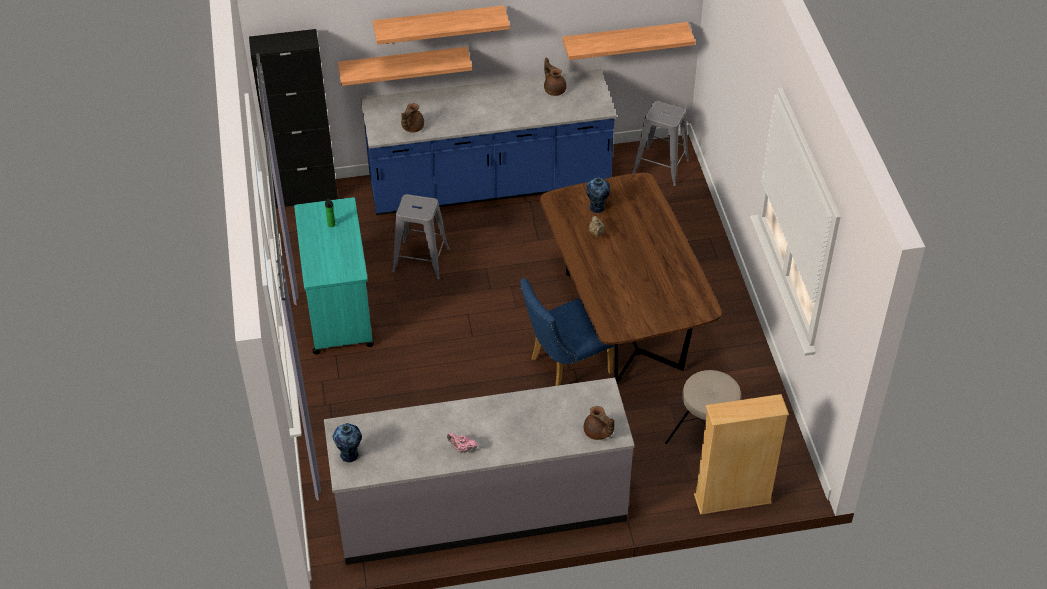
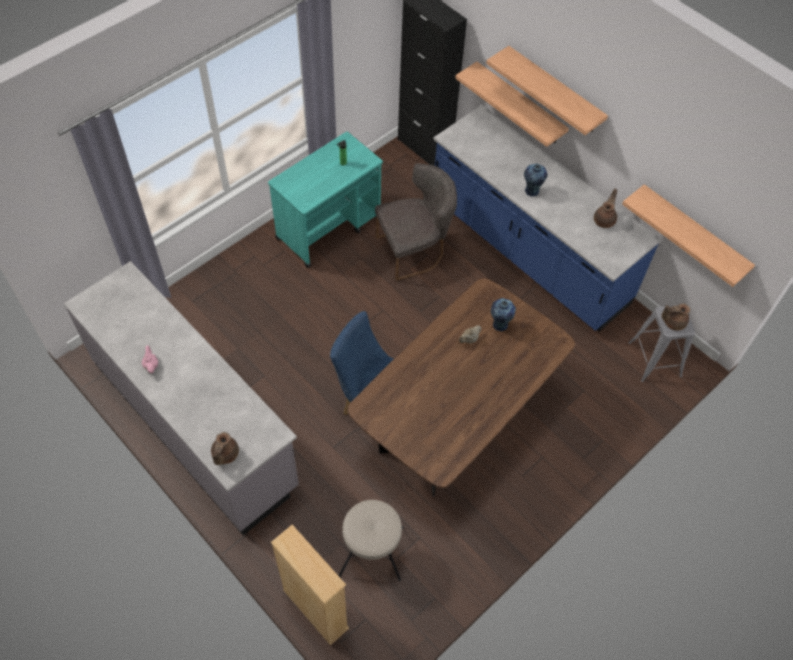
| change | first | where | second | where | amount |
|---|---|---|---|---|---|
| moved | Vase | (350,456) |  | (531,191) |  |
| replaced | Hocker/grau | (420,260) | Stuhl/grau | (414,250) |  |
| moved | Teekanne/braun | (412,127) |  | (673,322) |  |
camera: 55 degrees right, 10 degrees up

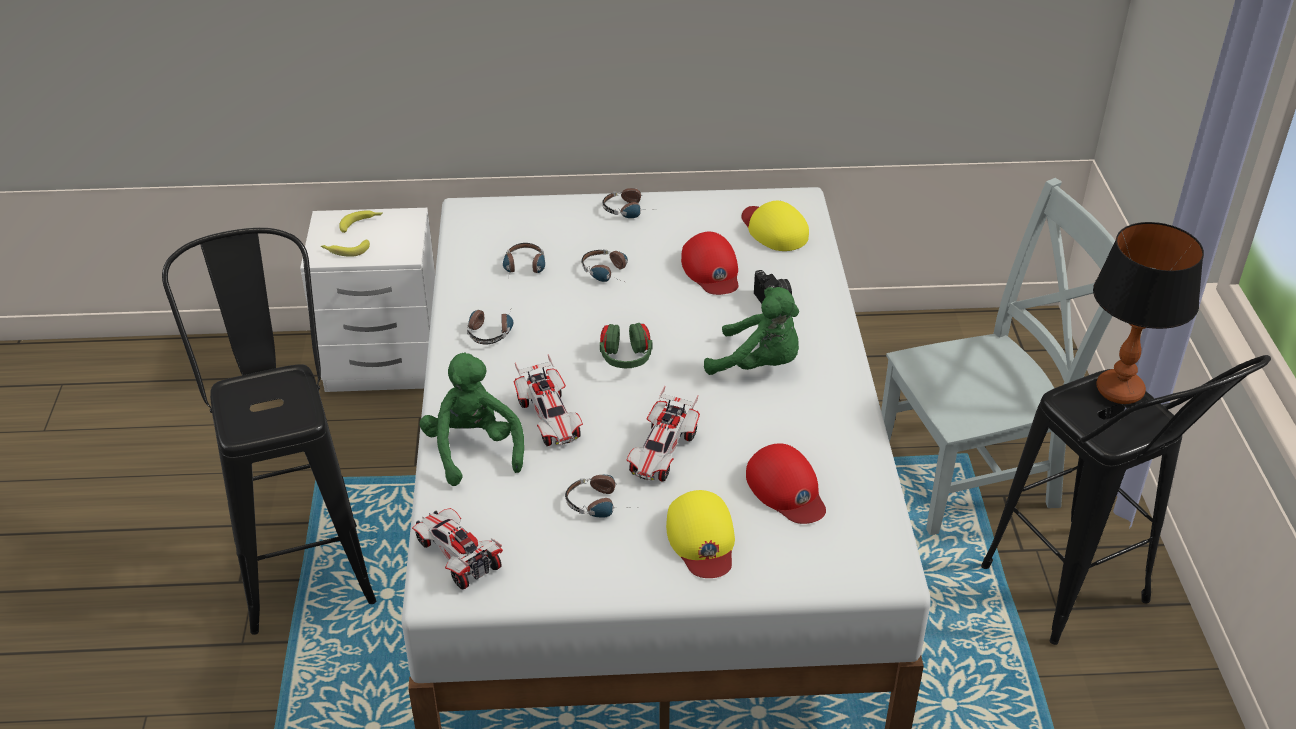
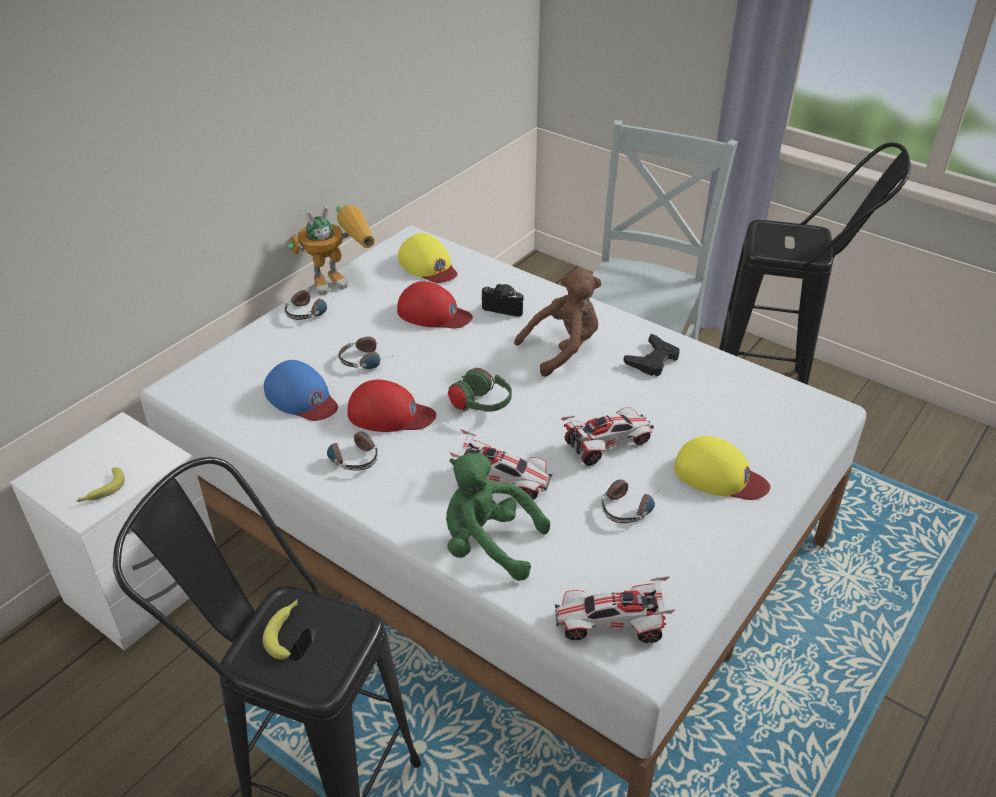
| change | first | where | second | where | amount |
|---|---|---|---|---|---|
| moved | Banane | (361,224) |  | (286,631) |  |
| replaced | Kopfhörer | (524,269) | Kappe/blau | (302,397) |  |
| turned | Spielzeugauto | (662,453) |  | (606,444) | 90 degrees counterclockwise |
| recoloured | Plüschtier/grün | (759,364) | Plüschtier/braun | (563,349) |  |
| turned | Kappe/gelb | (773,230) |  | (428,265) | 135 degrees counterclockwise |
| moved | Kappe/rot | (786,489) |  | (390,414) |  |
| removed | Tischlampe | (1120,390) |  |  |  |
| added |  |  | Spielzeugroboter | (340,279) |  |
| added |  |  | Gamepad/schwarz | (652,360) |  |
camera: 50 degrees left, 0 degrees up

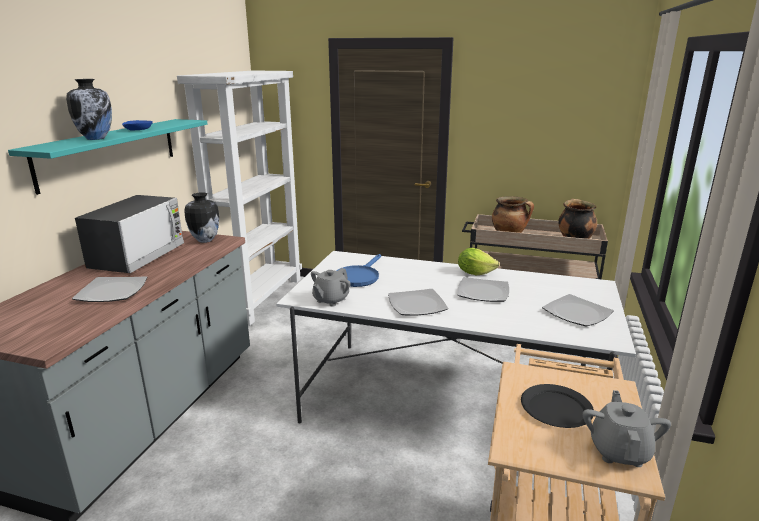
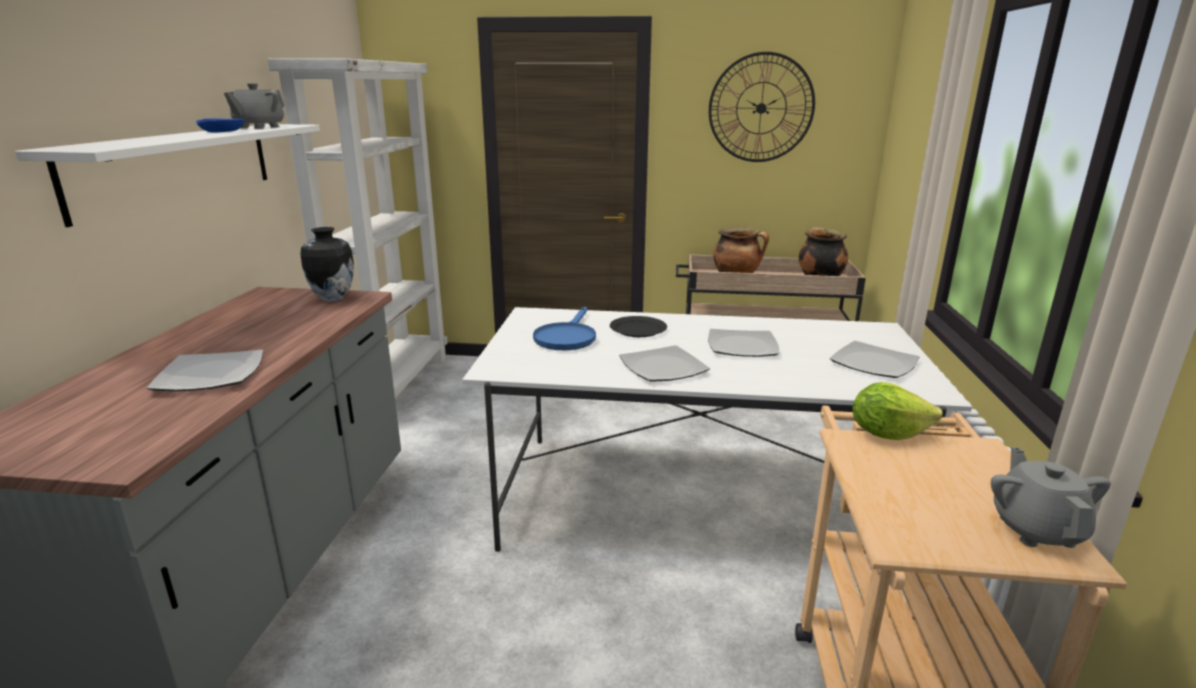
| change | first | where | second | where | amount |
|---|---|---|---|---|---|
| recoloured | Wandregal/türkis | (110,152) | Wandregal/weiß | (177,167) |  |
| removed | Vase | (96,138) |  |  |  |
| removed | Mikrowelle | (138,256) |  |  |  |
| moved | Teekanne/grau | (330,300) |  | (259,127) |  |
| moved | Salatkopf | (475,273) |  | (887,433) |  |
| moved | Teller/schwarz | (556,408) |  | (638,329) |  |
| added |  |  | Wanduhr | (761,108) |  |
camera: 10 degrees left, 0 degrees up

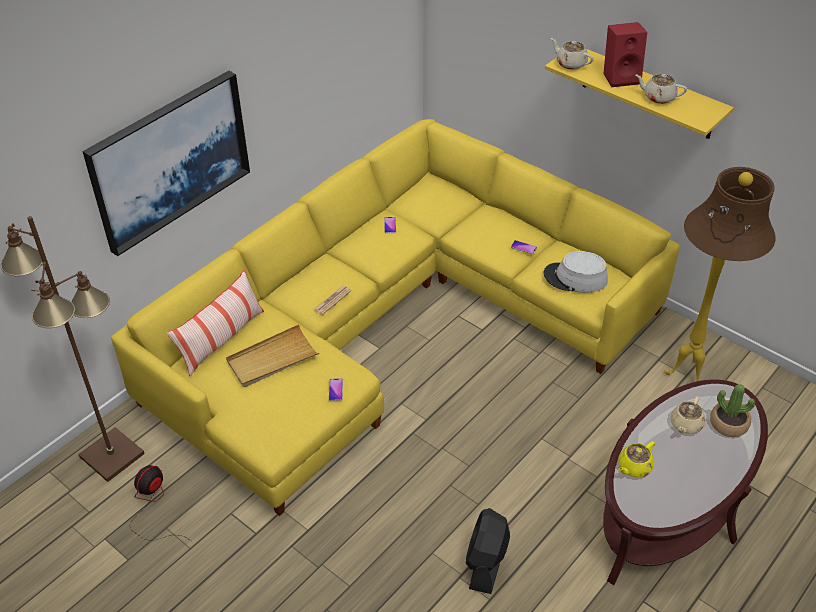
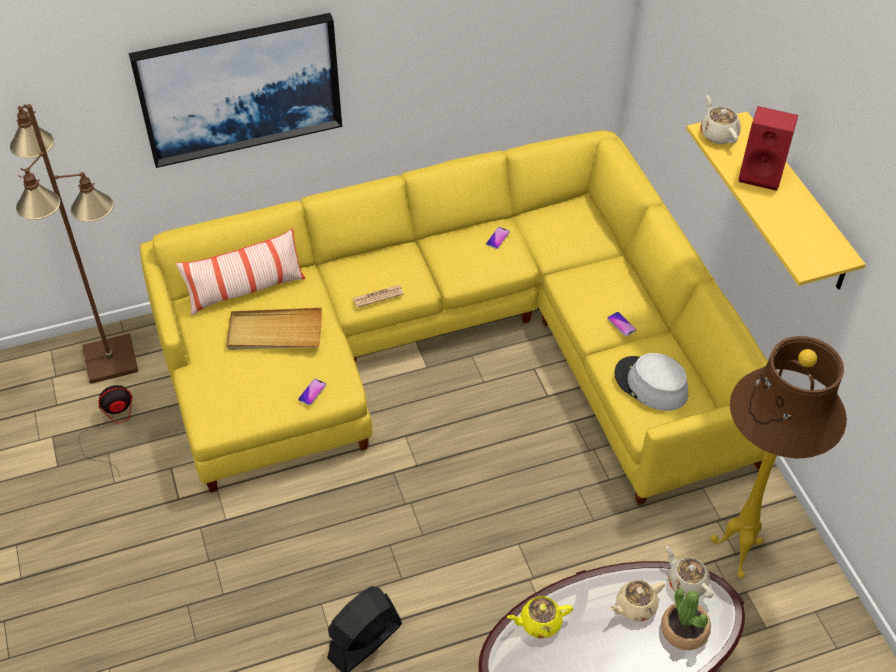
| change | first | where | second | where | amount |
|---|---|---|---|---|---|
| moved | Teekanne/beige | (658,97) |  | (686,582) |  |
camera: 30 degrees right, 5 degrees up

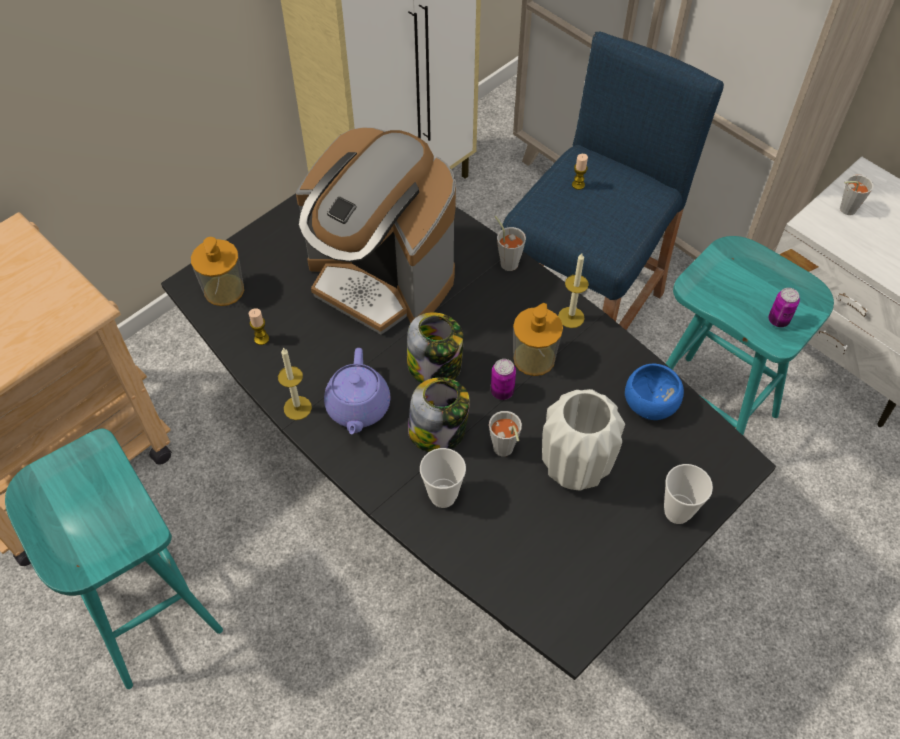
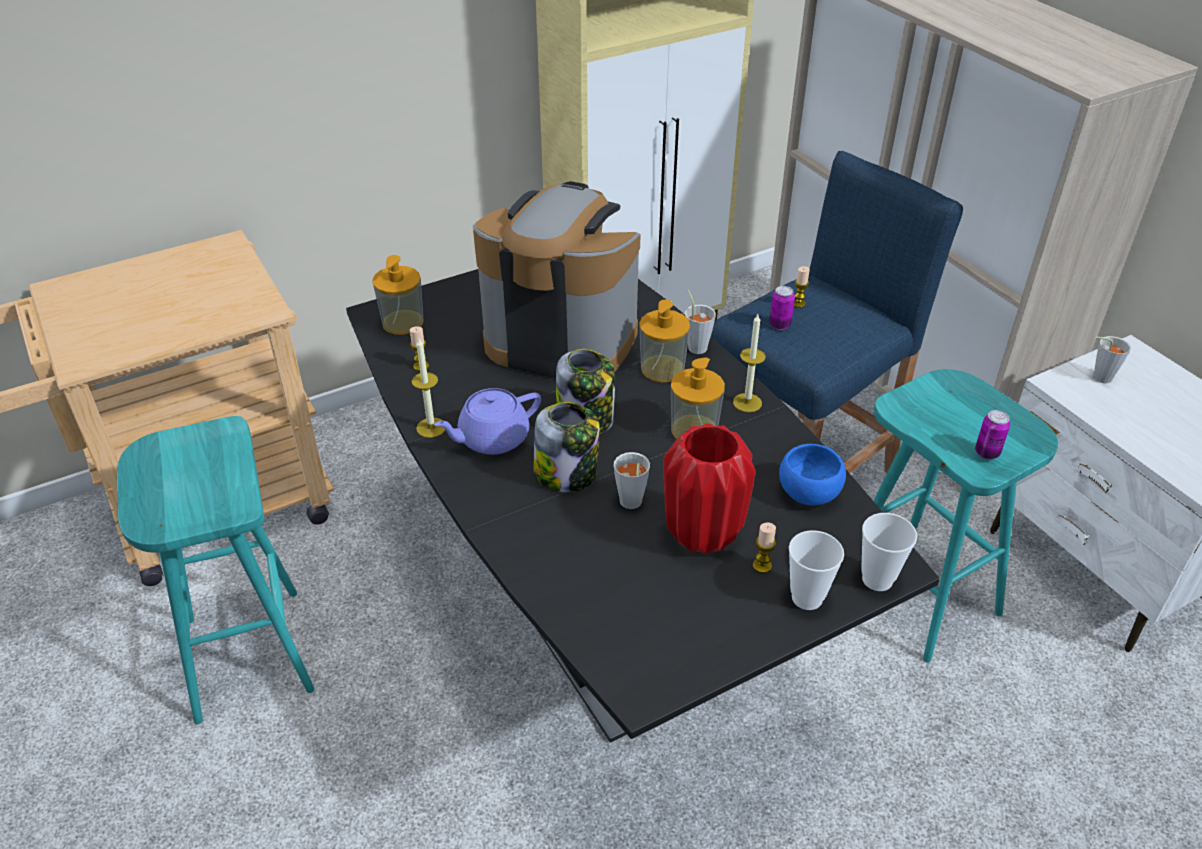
| change | first | where | second | where | amount |
|---|---|---|---|---|---|
| turned | Kaffeemaschine | (381,280) |  | (560,339) | 150 degrees clockwise |
| turned | Teekanne/lila | (358,408) |  | (492,439) | 45 degrees clockwise |
| moved | Tasse | (443,496) |  | (877,579) |  |
| moved | Dose | (502,391) |  | (779,325) |  |
| recoloured | Vase/weiß | (574,468) | Vase/rot | (701,534) |  |
| added |  |  | Seifenspender | (662,368) |  |
| added |  |  | Kerze | (762,566) |  |
camera: 15 degrees right, 15 degrees down

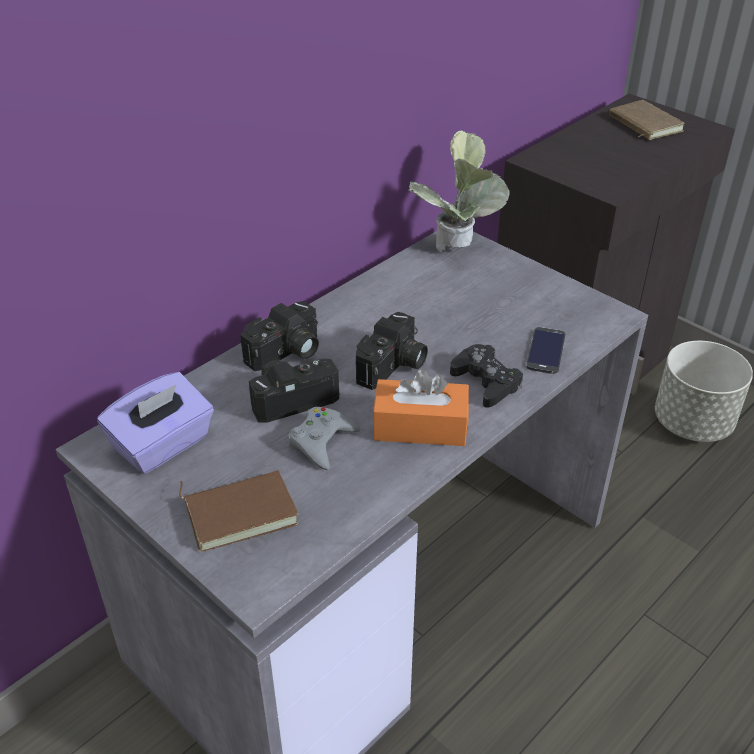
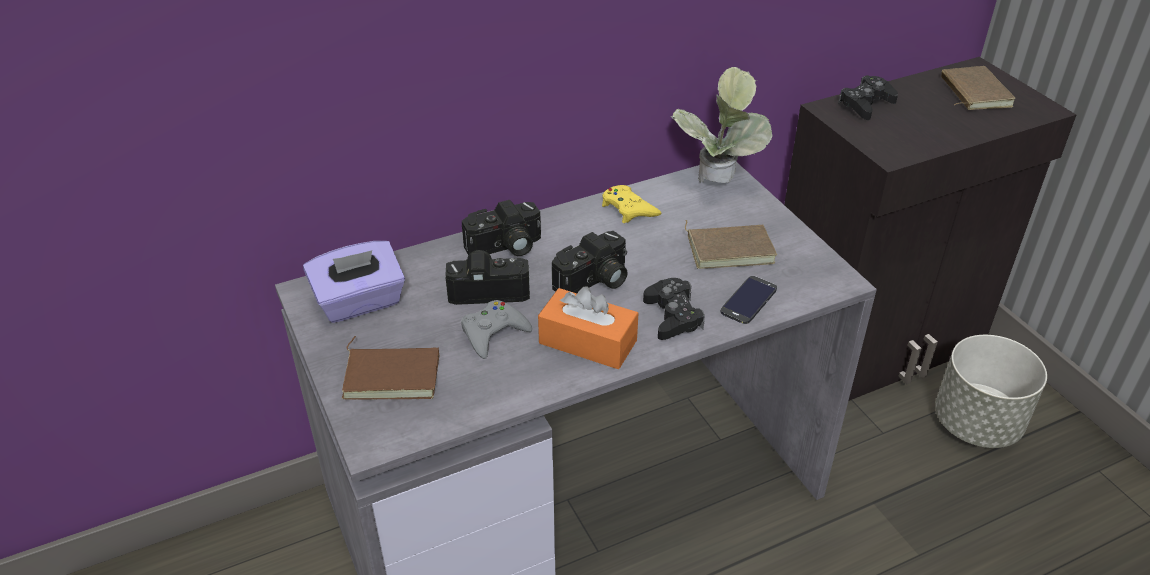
| change | first | where | second | where | amount |
|---|---|---|---|---|---|
| added |  |  | Gamepad/gelb | (628,209) |  |
| added |  |  | Buch/braun | (730,248) |  |
| added |  |  | Gamepad/schwarz | (866,104) |  |
camera: 20 degrees right, 0 degrees up

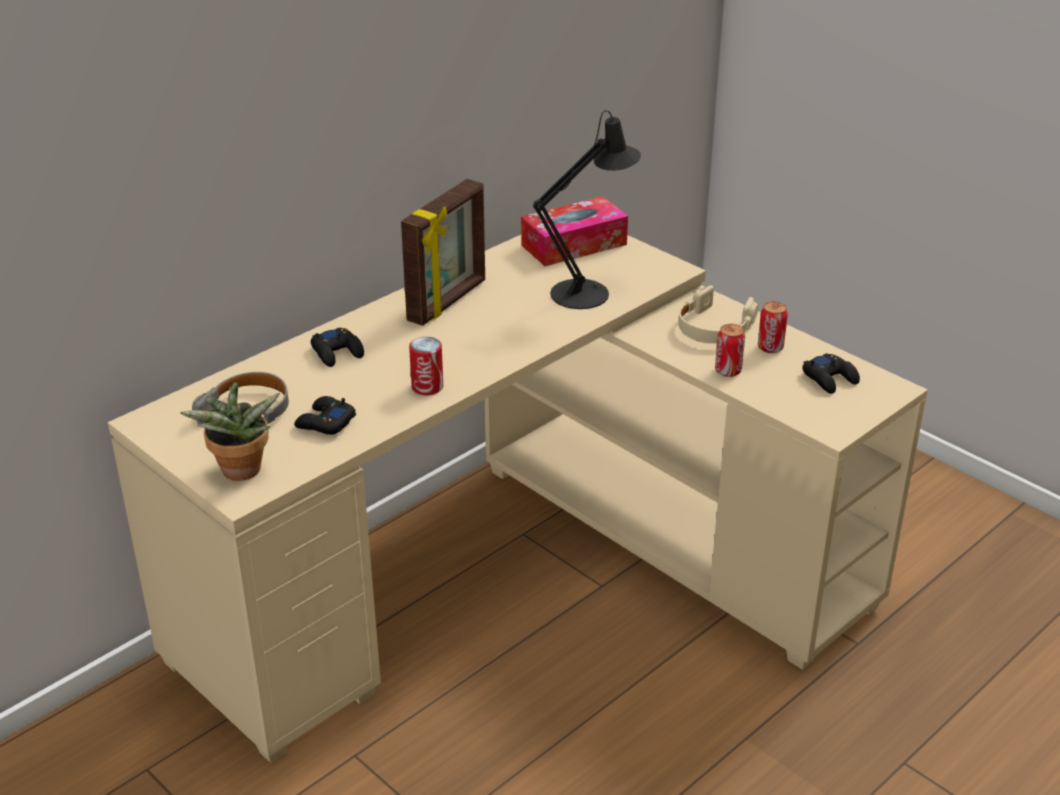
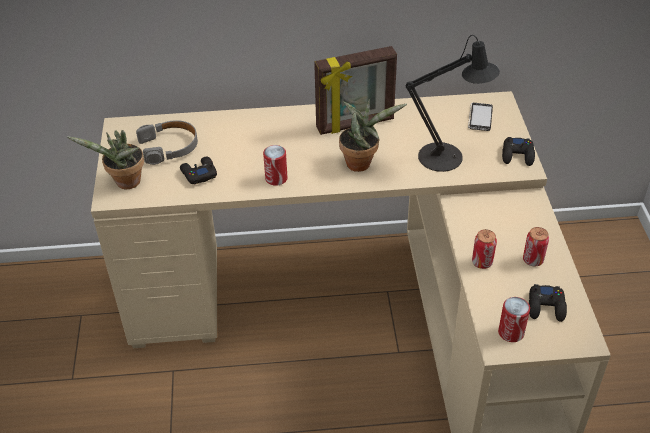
| change | first | where | second | where | amount |
|---|---|---|---|---|---|
| moved | Gamepad/schwarz | (337,352) |  | (518,155) |  |
| replaced | Taschentuchbox | (574,245) | Handy | (480,118) |  |
| removed | Kopfhörer/beige | (714,327) |  |  |  |
| added |  |  | Topfpflanze | (361,162) |  |
| added |  |  | Dose | (511,332) |  |
camera: 40 degrees right, 10 degrees up

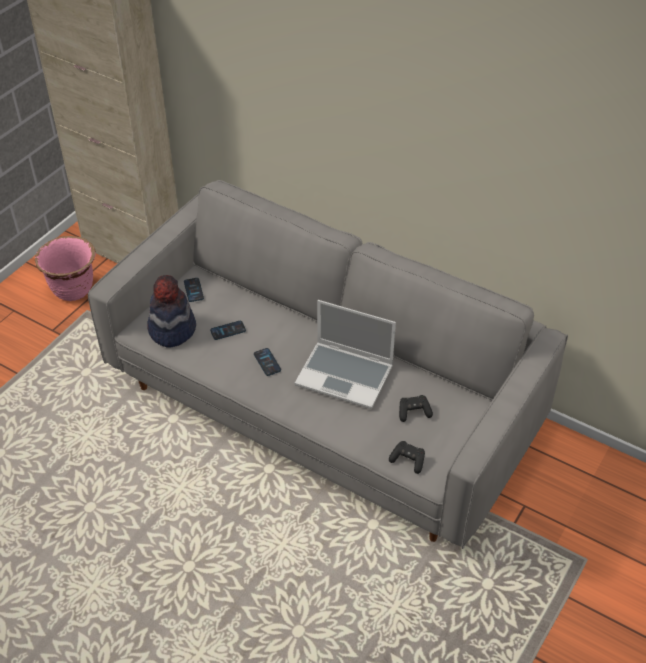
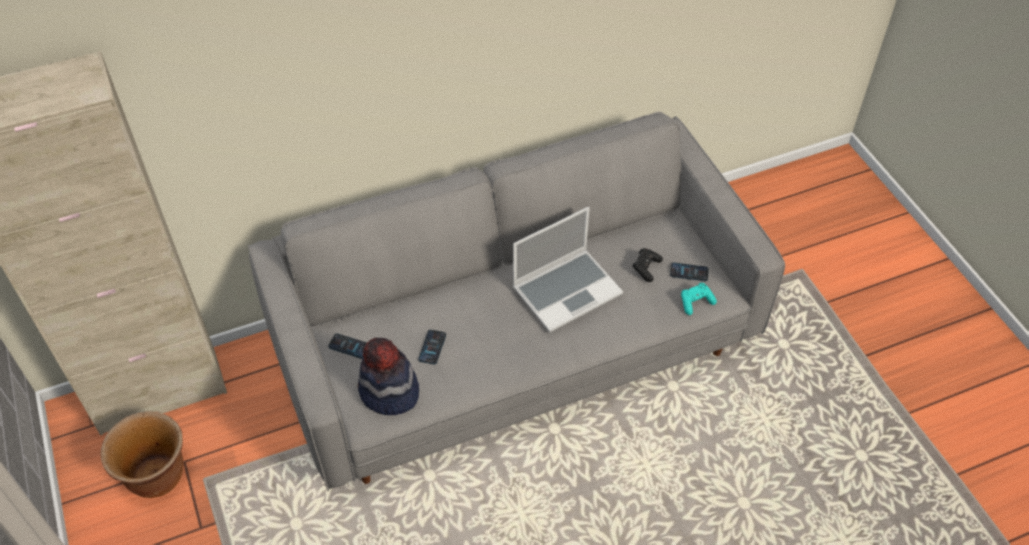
| change | first | where | second | where | amount |
|---|---|---|---|---|---|
| recoloured | Pflanzkübel/rosa | (73,290) | Pflanzkübel/braun | (157,477) |  |
| moved | Handy | (267,362) |  | (689,272) |  |
| recoloured | Gamepad/schwarz | (408,460) | Gamepad/türkis | (695,302) |  |
camera: 55 degrees left, 5 degrees up

